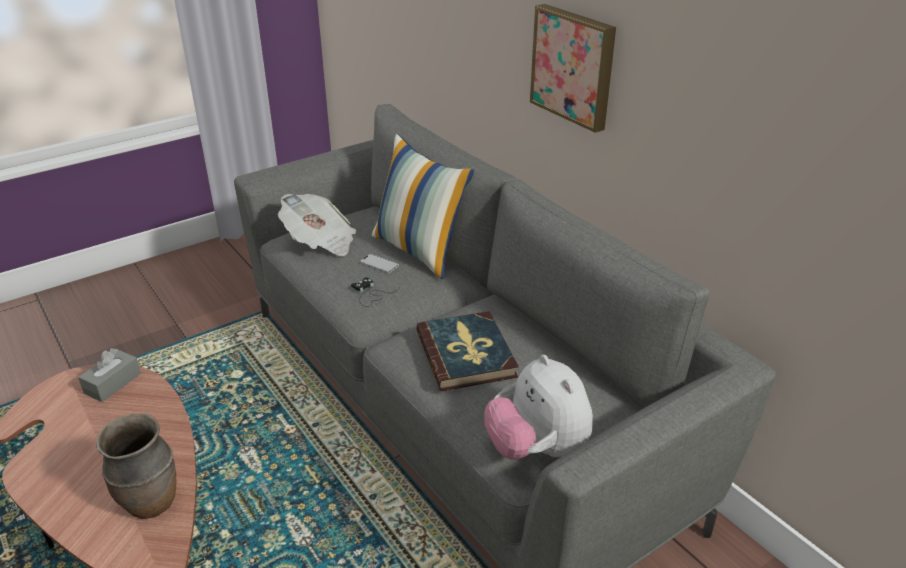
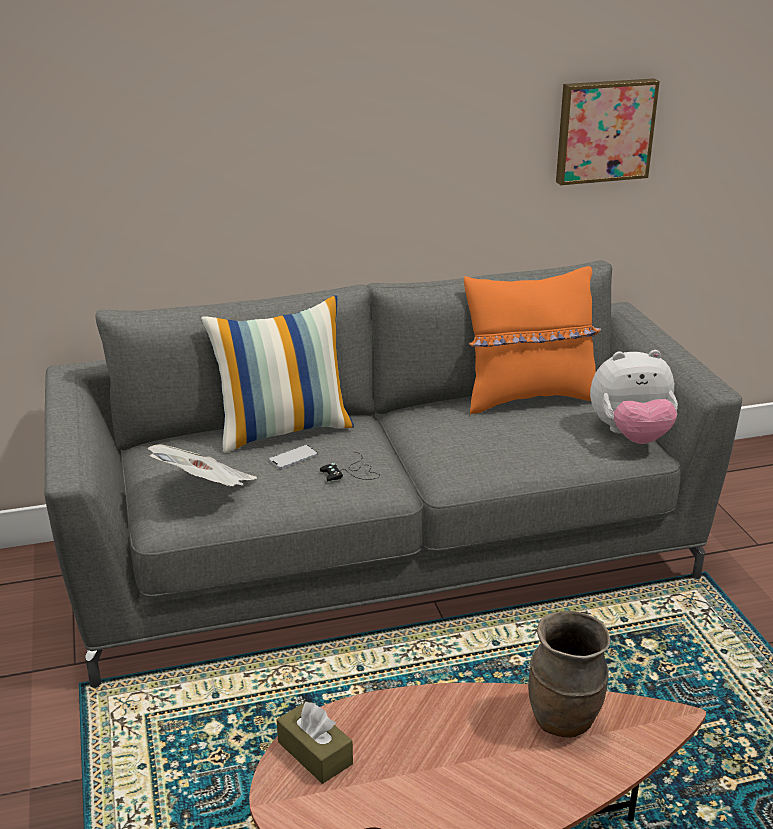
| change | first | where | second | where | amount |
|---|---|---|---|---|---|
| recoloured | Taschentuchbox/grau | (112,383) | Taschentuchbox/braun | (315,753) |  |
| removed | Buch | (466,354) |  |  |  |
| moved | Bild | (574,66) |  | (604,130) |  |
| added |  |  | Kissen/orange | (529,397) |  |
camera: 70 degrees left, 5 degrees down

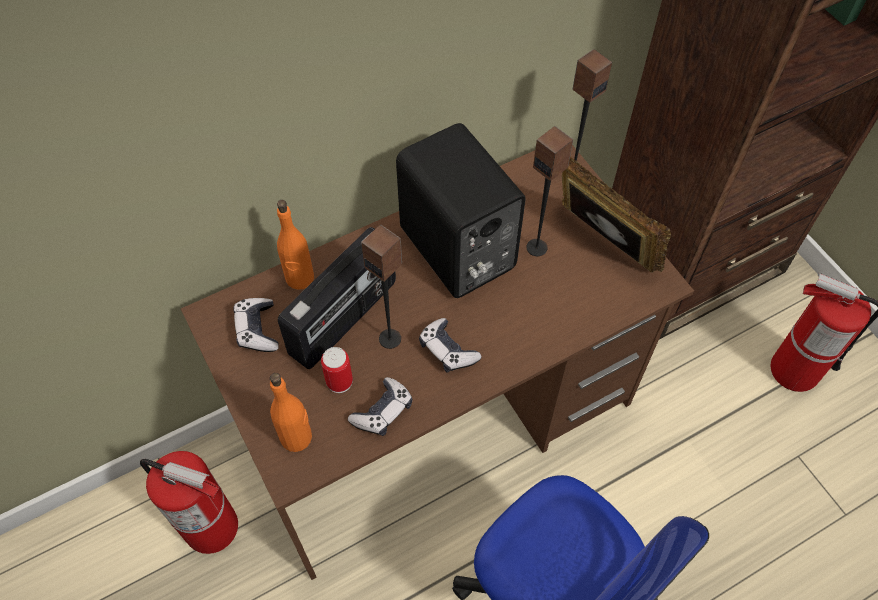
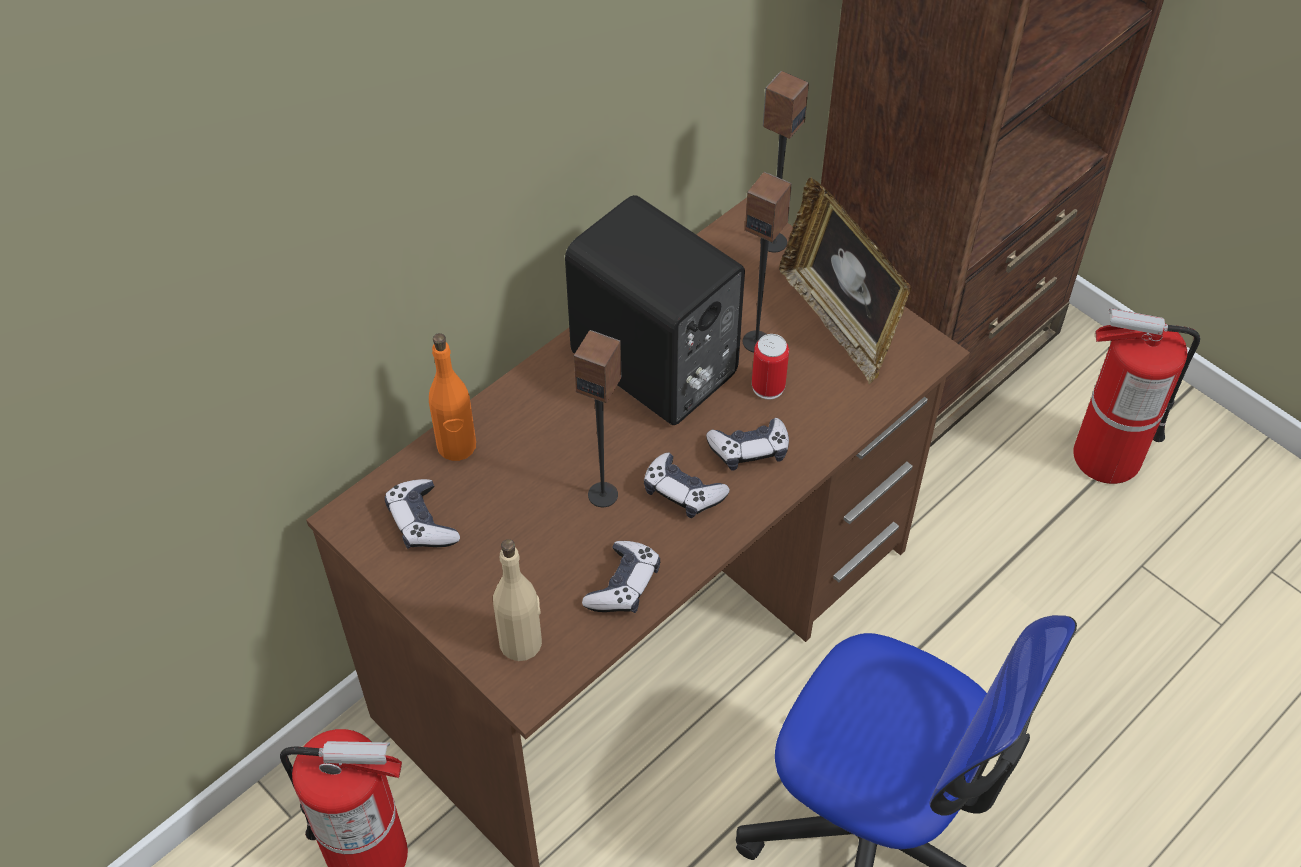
| change | first | where | second | where | amount |
|---|---|---|---|---|---|
| recoloured | Flasche/orange | (296,437) | Flasche/beige | (521,642) |  |
| removed | Radio | (345,319) |  |  |  |
| moved | Dose | (339,381) |  | (768,386) |  |
| turned | Bilderrahmen | (602,244) |  | (839,320) | 150 degrees counterclockwise |
| added |  |  | Gamepad | (749,450) |  |
camera: 15 degrees left, 5 degrees down

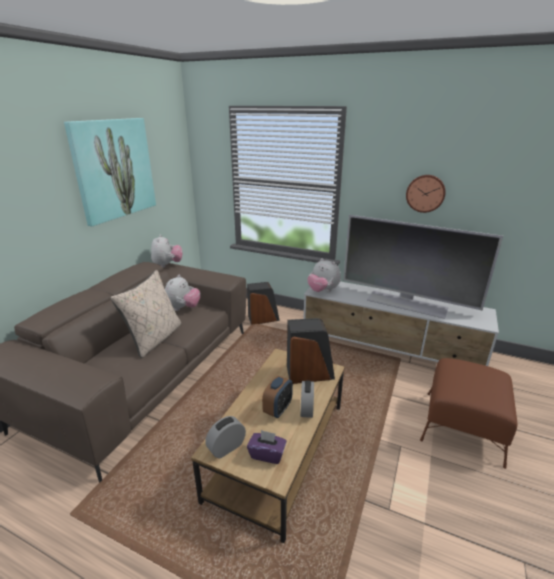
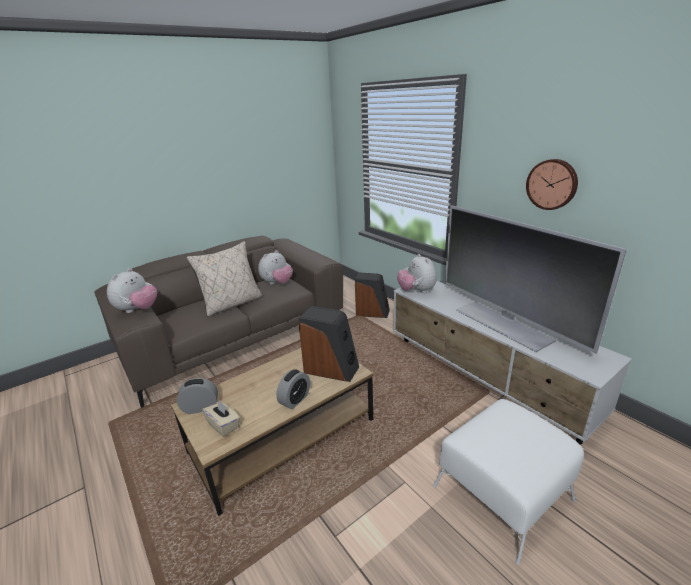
| change | first | where | second | where | amount |
|---|---|---|---|---|---|
| removed | Bild | (114,169) |  |  |  |
| moved | Plüschtier | (167,265) |  | (138,310) |  |
| recoloured | Taschentuchbox/lila | (267,454) | Taschentuchbox/beige | (224,425) |  |
| removed | Wecker | (278,409) |  |  |  |
| recoloured | Polsterhocker/braun | (462,427) | Polsterhocker/weiß | (501,493) |  |
camera: 30 degrees right, 0 degrees up

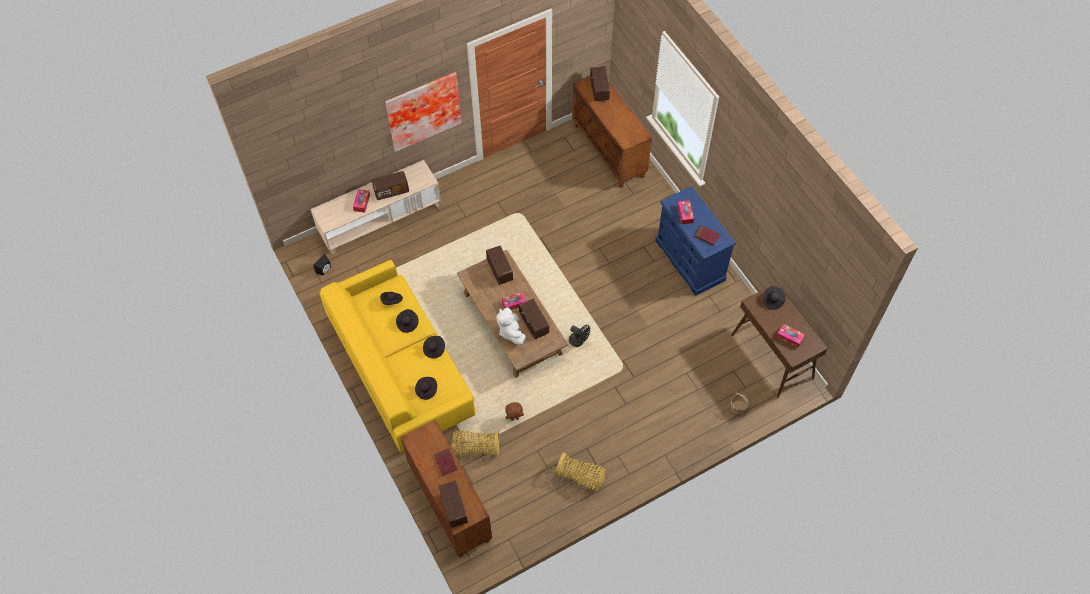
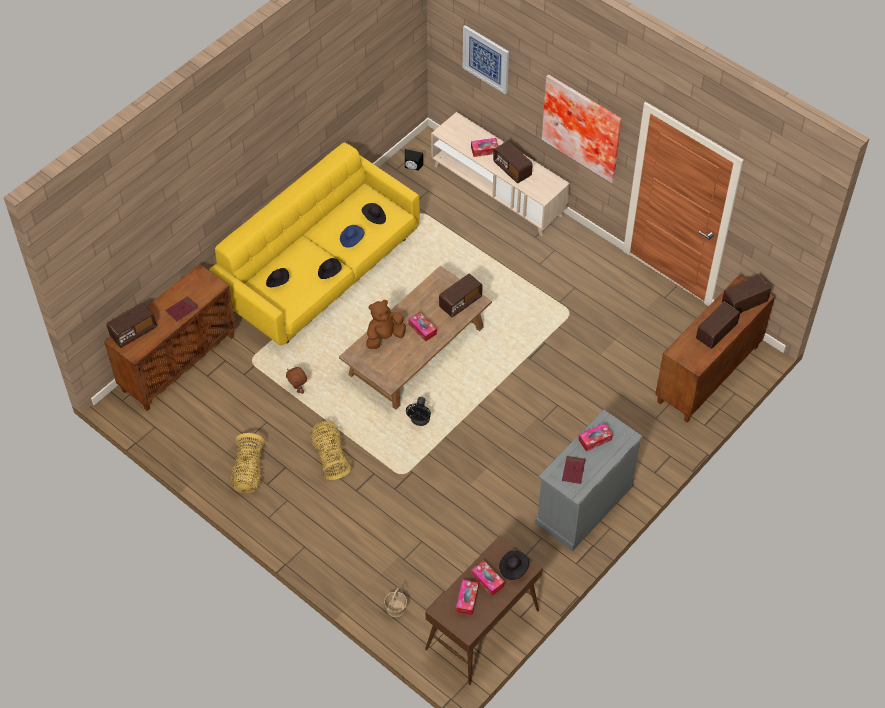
| change | first | where | second | where | amount |
|---|---|---|---|---|---|
| recoloured | Hut/schwarz | (407,323) | Hut/blau | (351,240) |  |
| moved | Korb | (475,448) |  | (330,456) |  |
| recoloured | Plüschtier/weiß | (511,331) | Plüschtier/braun | (384,337) |  |
| moved | Radio | (534,323) |  | (716,332) |  |
| recoloured | Kommode/blau | (689,261) | Kommode/grau | (583,504) |  |
| added |  |  | Bild | (486,59) |  |
| added |  |  | Taschentuchbox | (487,580) |  |
camera: 70 degrees right, 5 degrees down

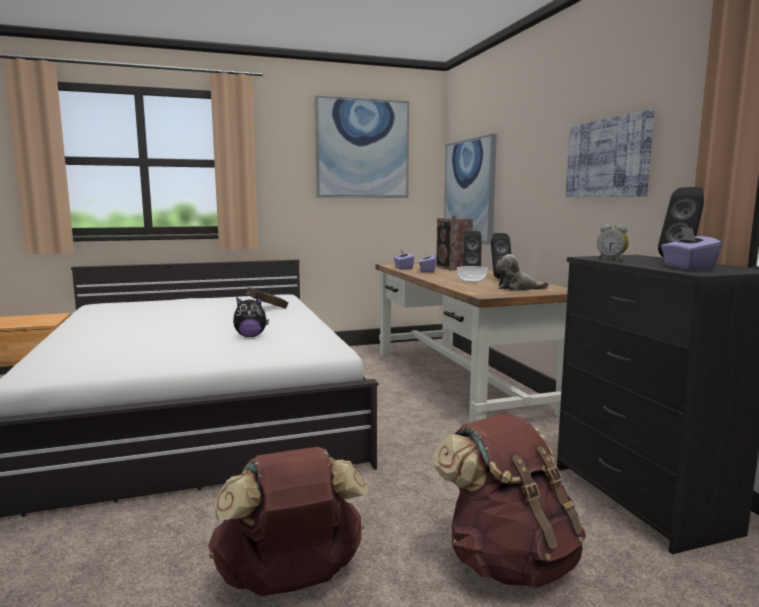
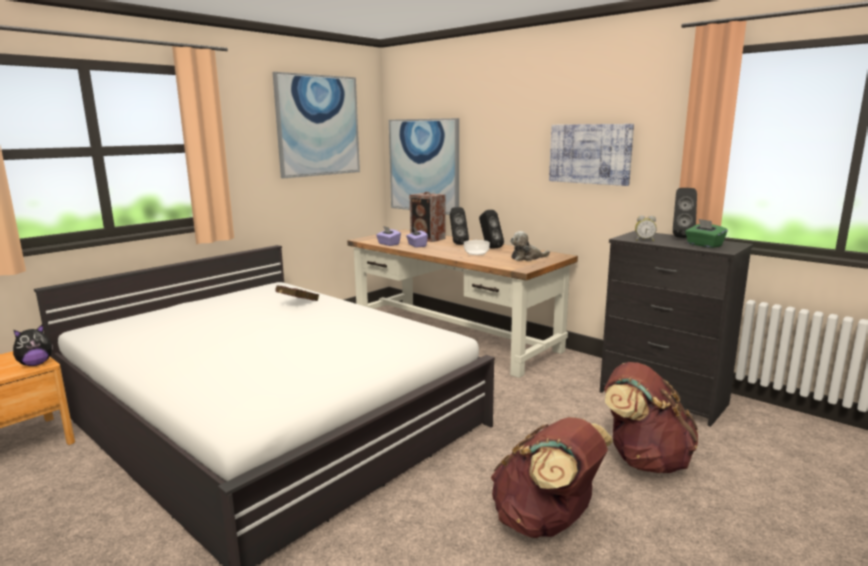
| change | first | where | second | where | amount |
|---|---|---|---|---|---|
| moved | Plüschtier | (250,336) |  | (35,364) |  |
| recoloured | Taschentuchbox/lila | (687,267) | Taschentuchbox/grün | (704,245) |  |
camera: 30 degrees left, 5 degrees up

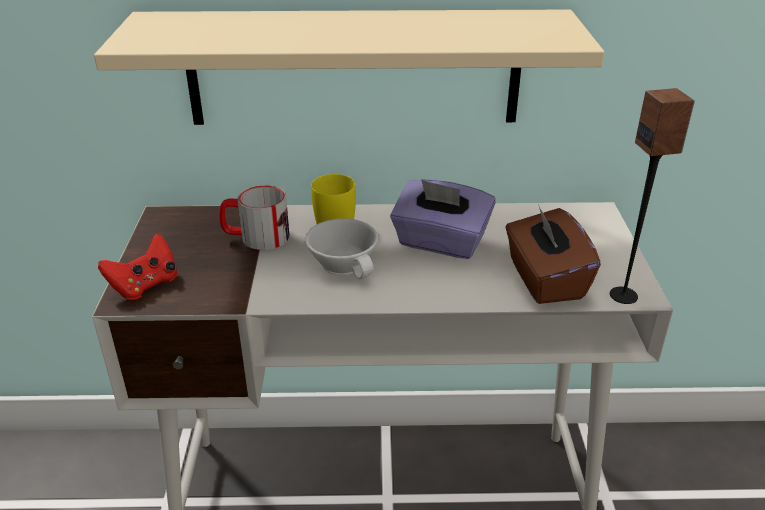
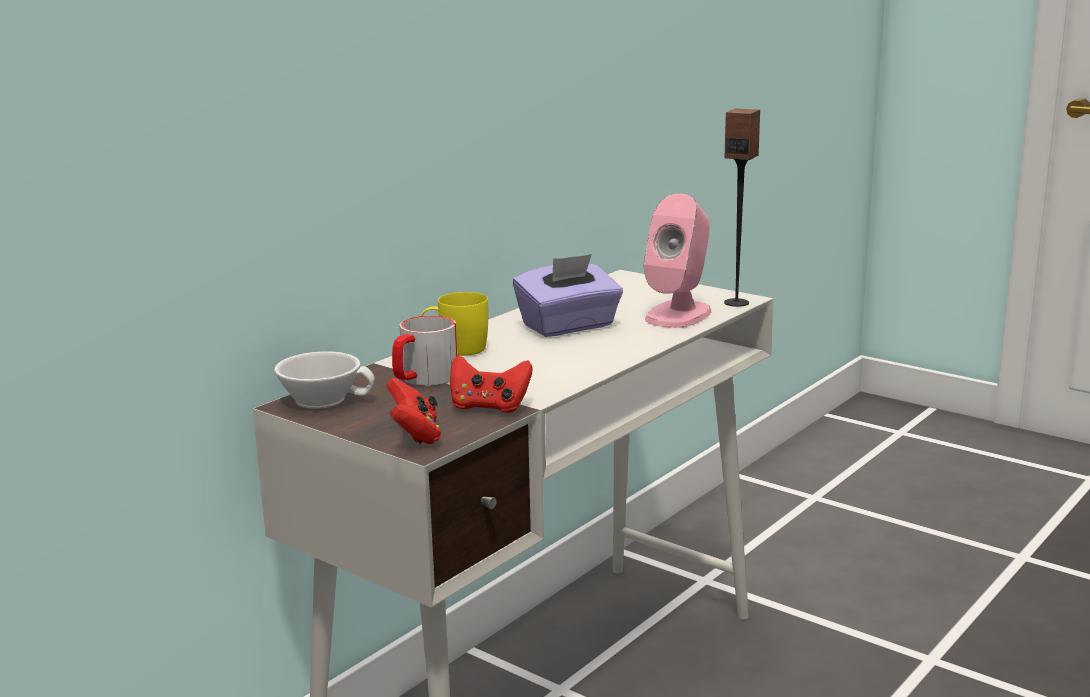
| change | first | where | second | where | amount |
|---|---|---|---|---|---|
| removed | Wandregal/beige | (354,68) |  |  |  |
| moved | Tasse/weiß | (346,263) |  | (324,398) |  |
| replaced | Taschentuchbox/braun | (544,279) | Lautsprecher/rosa | (678,314) |  |
| added |  |  | Gamepad/rot | (489,406) |  |
camera: 50 degrees left, 15 degrees down

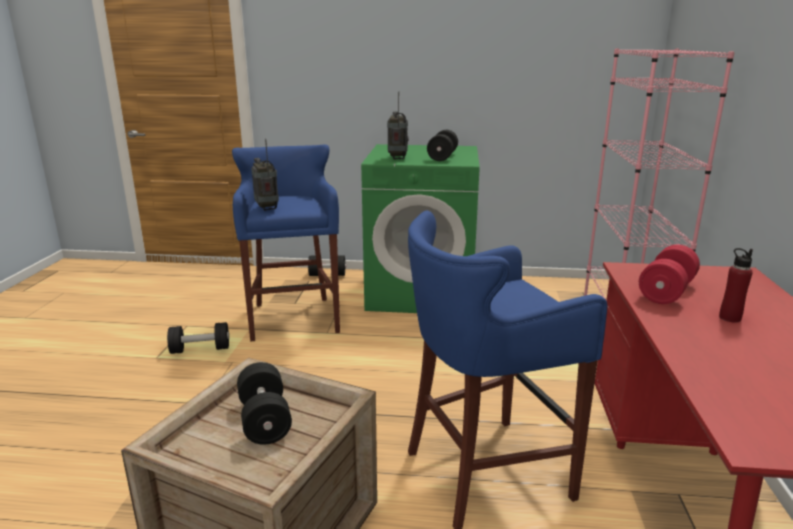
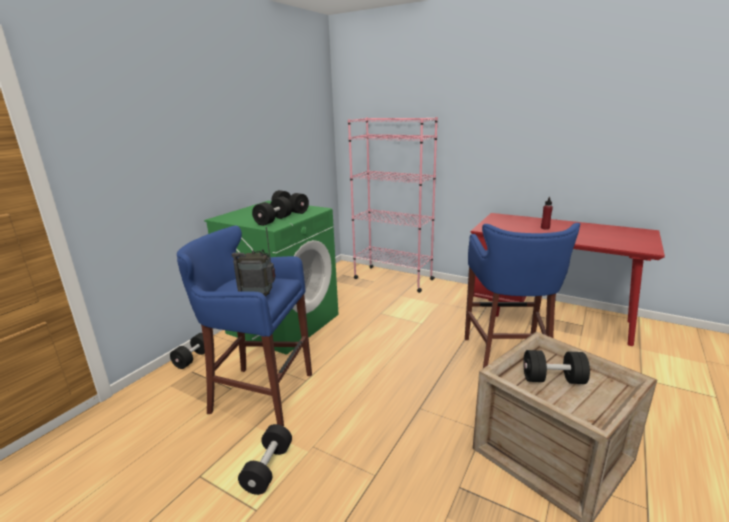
| change | first | where | second | where | amount |
|---|---|---|---|---|---|
| replaced | Radio | (398,158) | Hantel/schwarz | (273,220) |  |
| removed | Hantel/rot | (666,291) |  |  |  |
camera: 65 degrees left, 0 degrees up

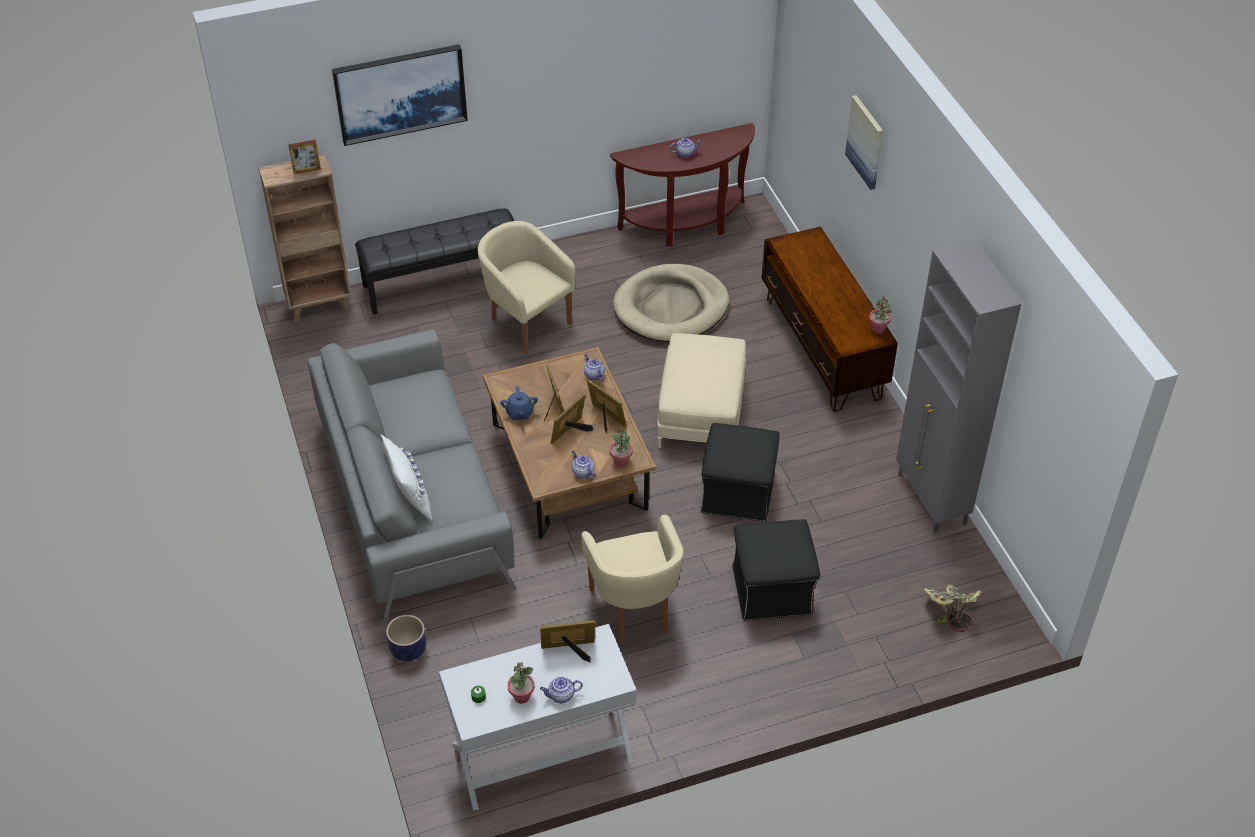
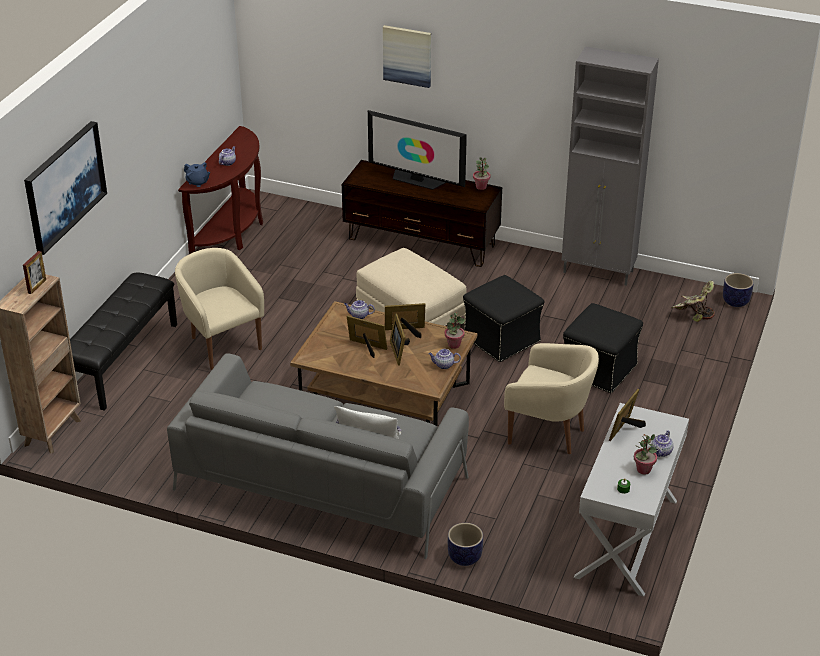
| change | first | where | second | where | amount |
|---|---|---|---|---|---|
| turned | Sessel/beige | (526,322) |  | (221,344) | 60 degrees clockwise |
| moved | Teekanne/blau | (519,413) |  | (197,182) |  |
| removed | Hundebett/beige | (671,307) |  |  |  |
| added |  |  | Fernseher | (417,180) |  |
| added |  |  | Pflanzkübel | (736,302) |  |
camera: 50 degrees left, 10 degrees down

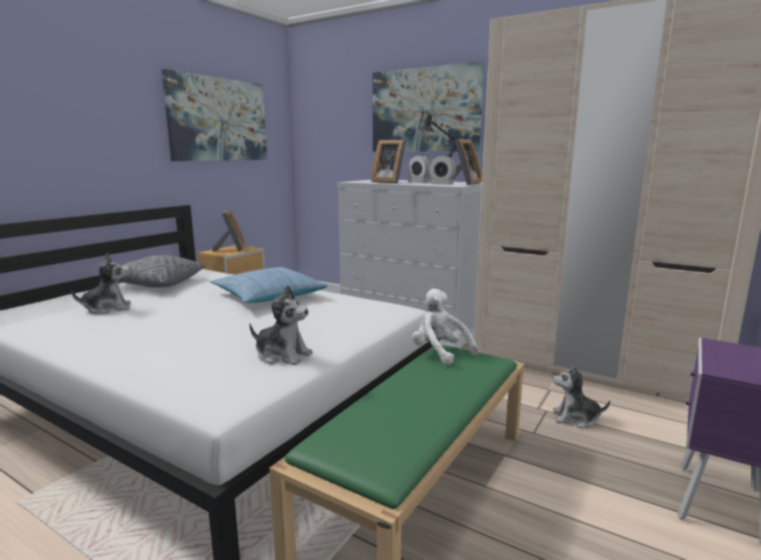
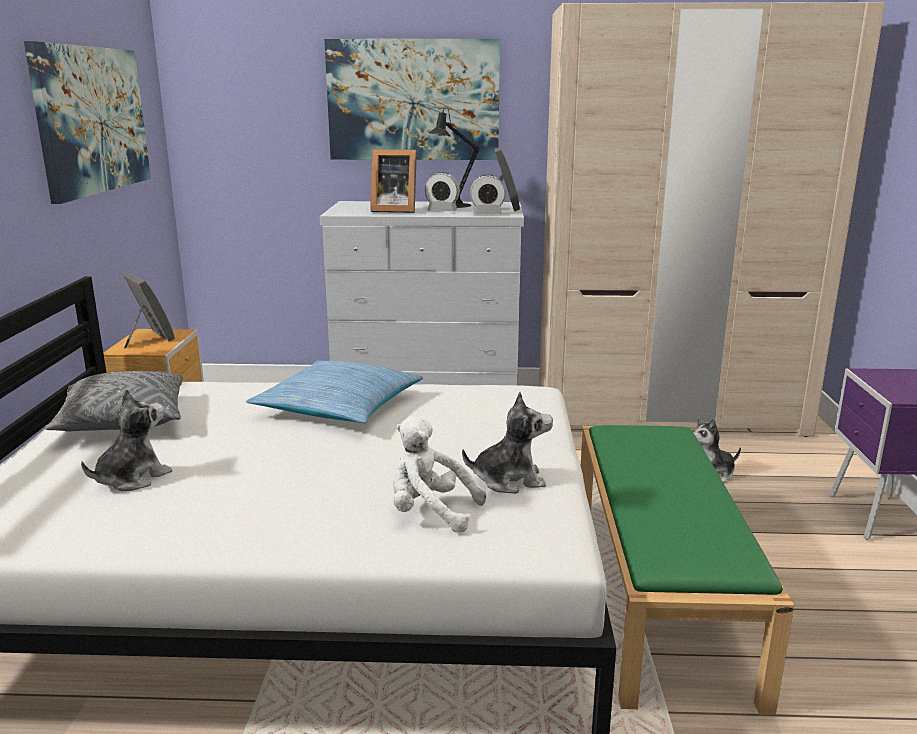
| change | first | where | second | where | amount |
|---|---|---|---|---|---|
| moved | Plüschtier/weiß | (440,352) |  | (430,512) |  |
camera: 30 degrees left, 5 degrees up

